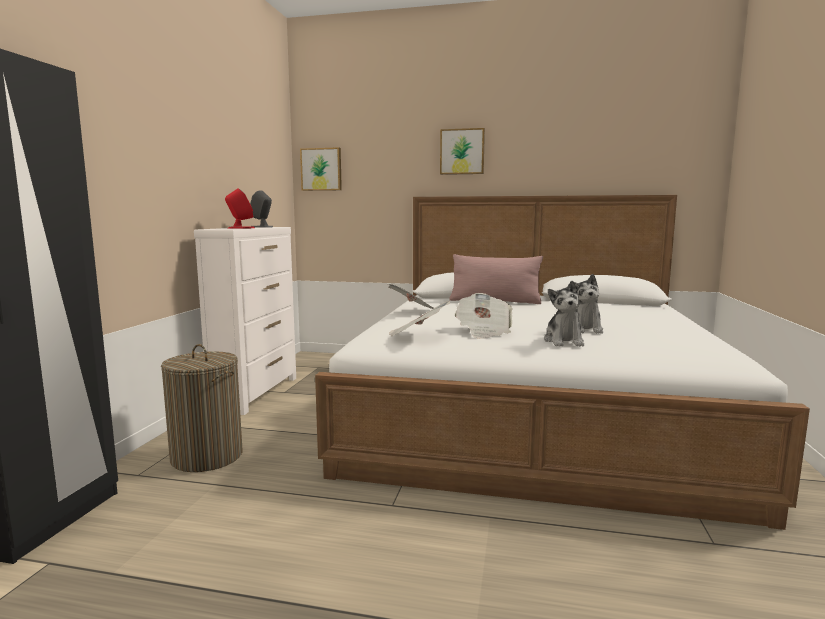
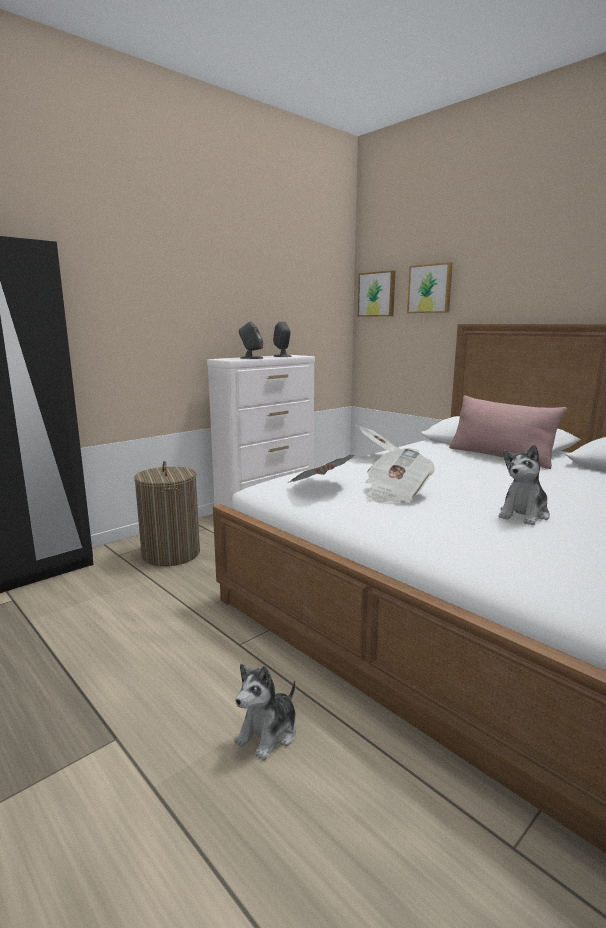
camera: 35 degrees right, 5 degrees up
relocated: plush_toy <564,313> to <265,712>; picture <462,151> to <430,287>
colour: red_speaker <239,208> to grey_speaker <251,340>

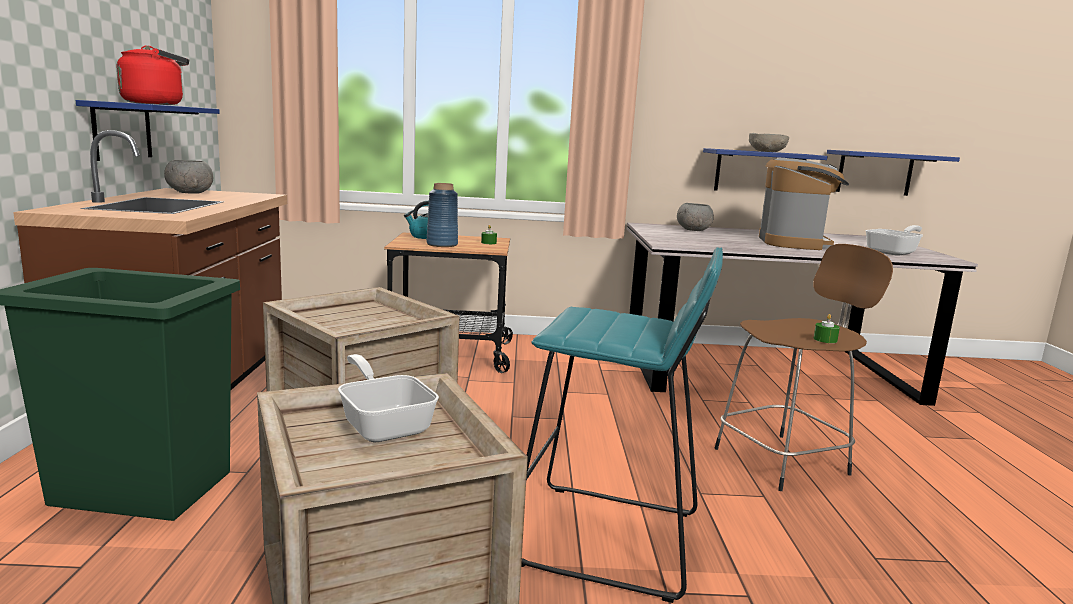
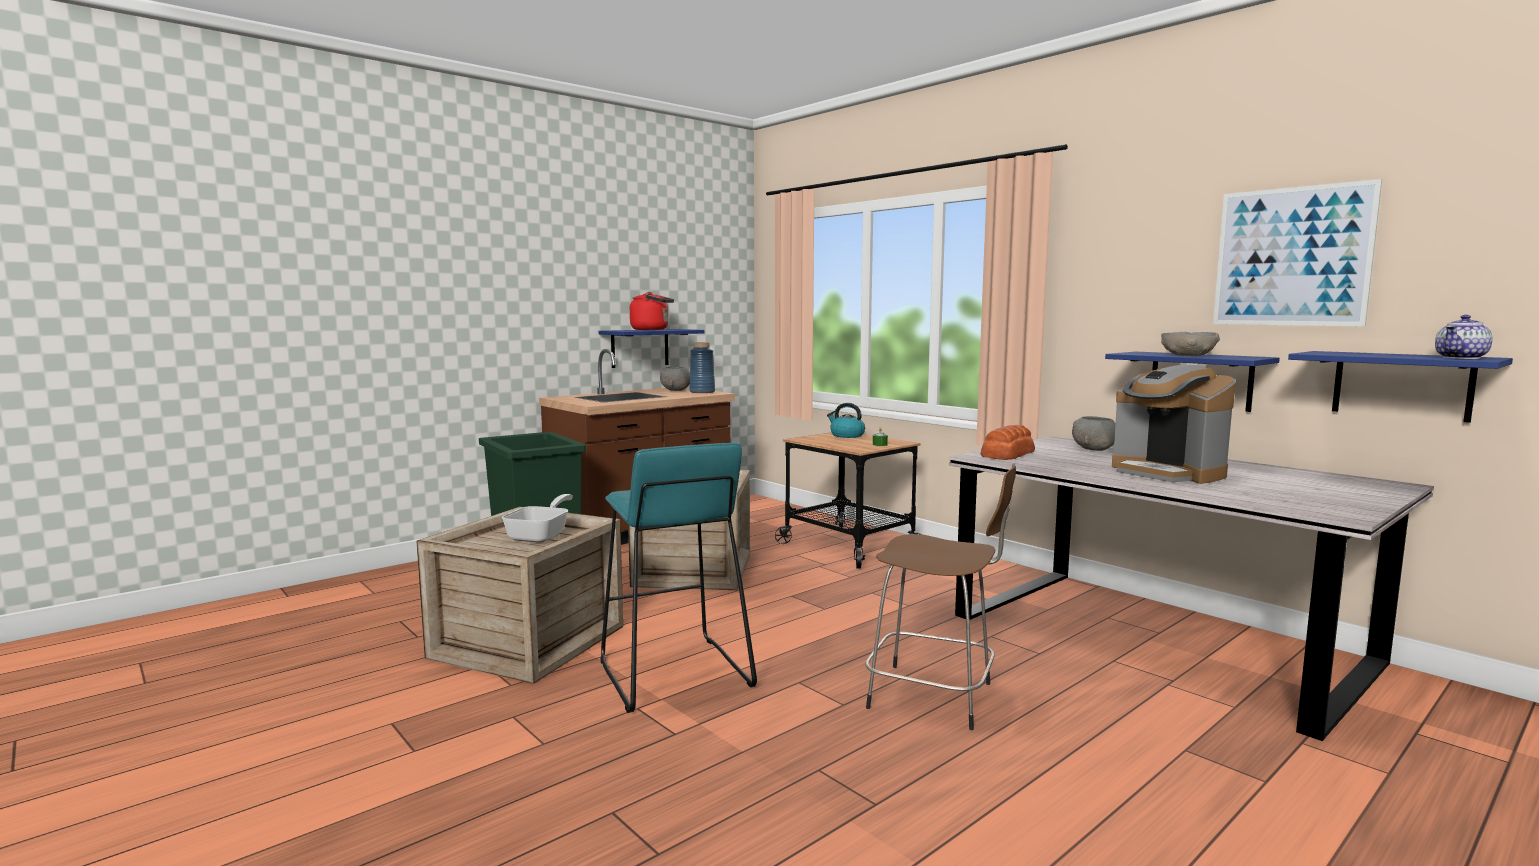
camera: 50 degrees right, 5 degrees down
missing: green_candle <827,328>; frying_pan <894,240>
appeared: bread <1008,442>; picture <1297,253>; teapot <1464,337>
relocated: blue_vase <442,215> to <702,367>
spun: coffee_machine <804,204> = <1174,424> 90 degrees clockwise

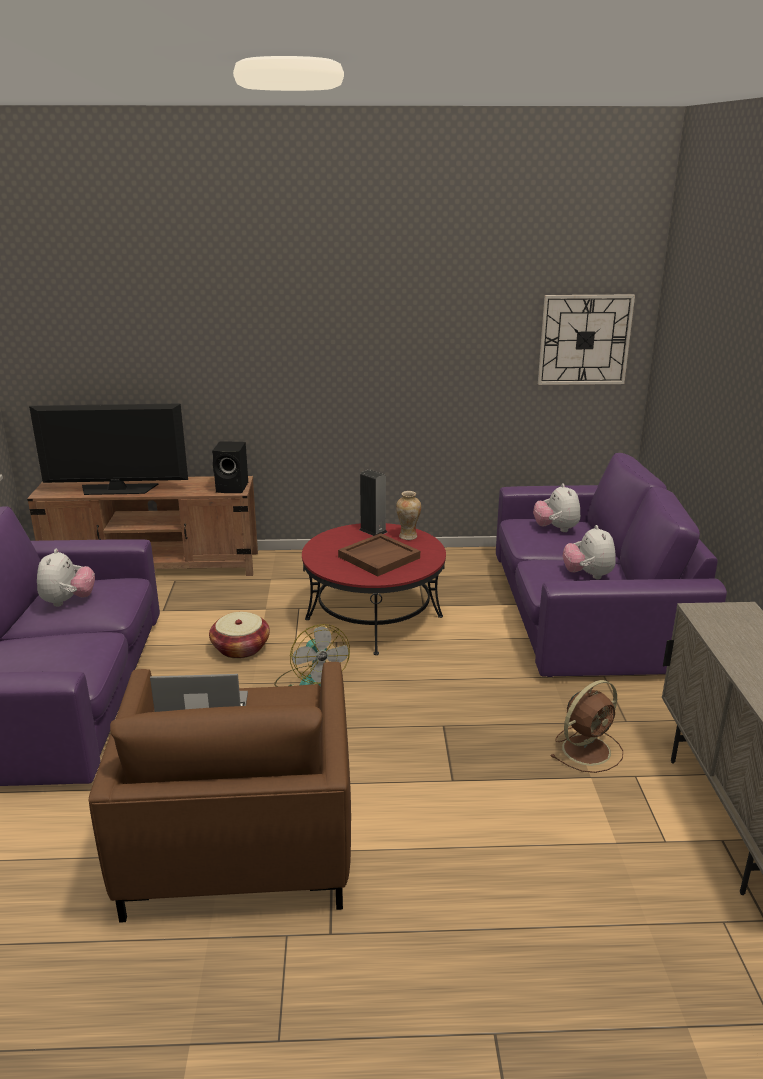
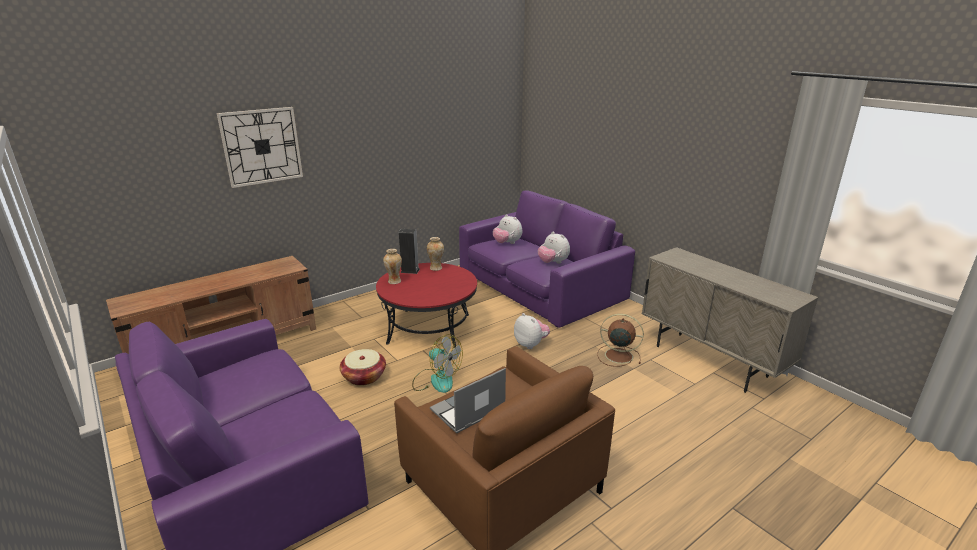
camera: 35 degrees left, 0 degrees up
missing: television <108,449>; black_speaker <230,467>; brown_tray <379,554>
appeared: vase <392,266>
relocated: wall_clock <586,340> to <260,147>; plush_toy <66,578> to <532,331>
spun: brown_fan <587,726> = <620,340> 90 degrees counterclockwise

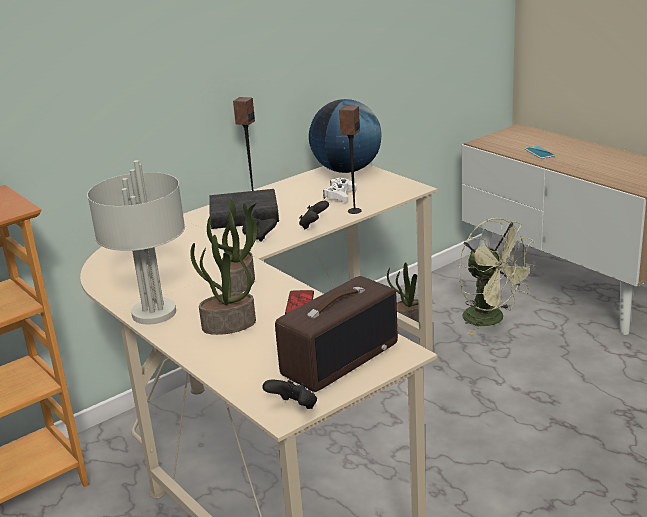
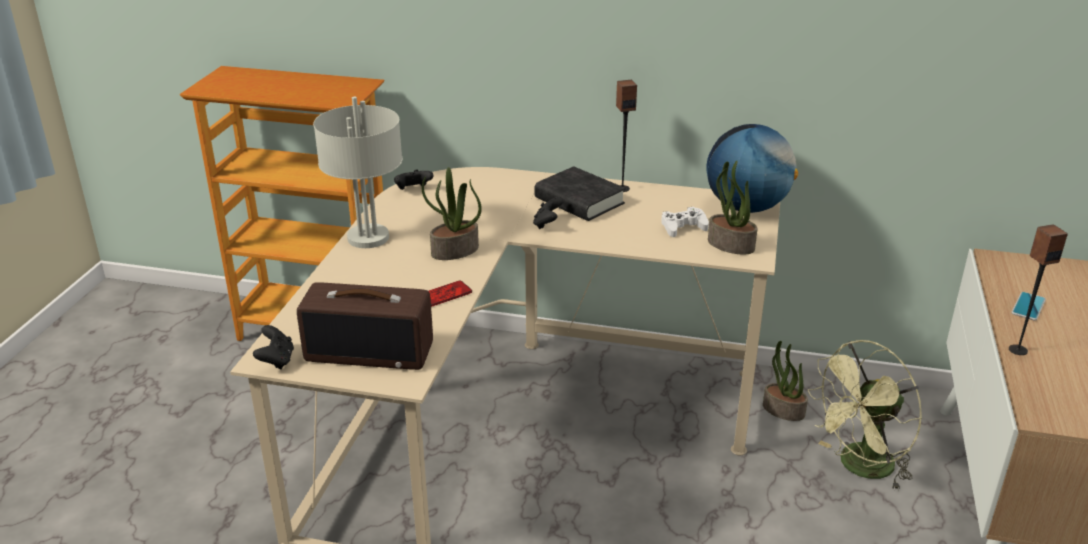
camera: 50 degrees right, 5 degrees up
relocated: black_game_controller <314,215> to <414,180>; potted_plant <223,285> to <733,208>; speaker <350,159> to <1038,289>
spun: green_fan <497,276> = <865,415> 45 degrees clockwise

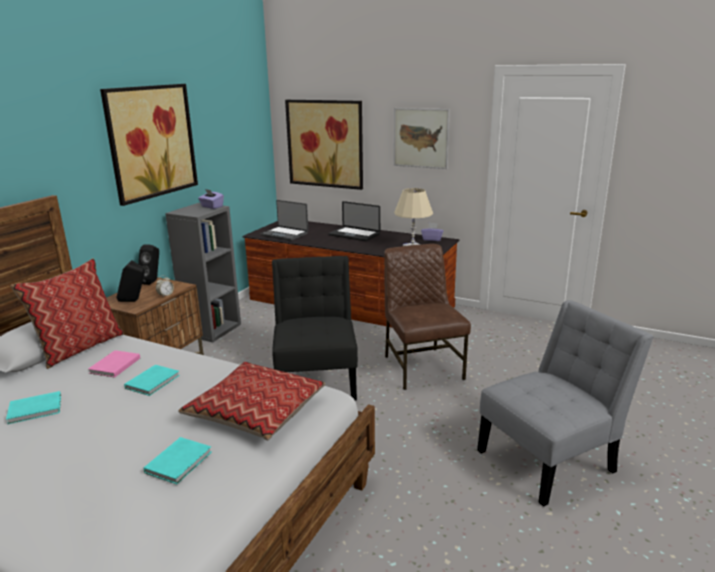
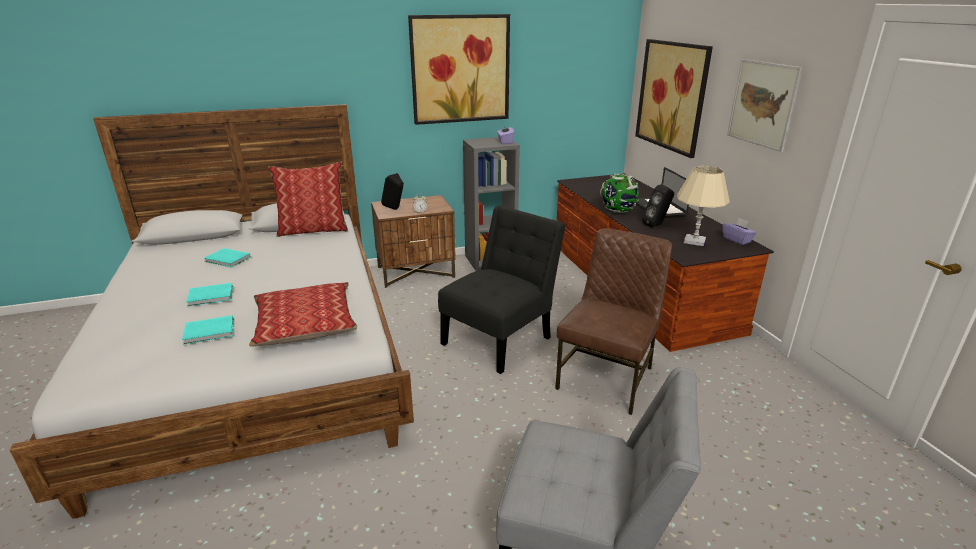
camera: 45 degrees right, 5 degrees up
missing: pink_book <114,364>; laptop <284,220>
appeared: globe <619,193>
relocated: turquoise_book <152,380> to <209,295>; black_speaker <148,264> to <658,205>

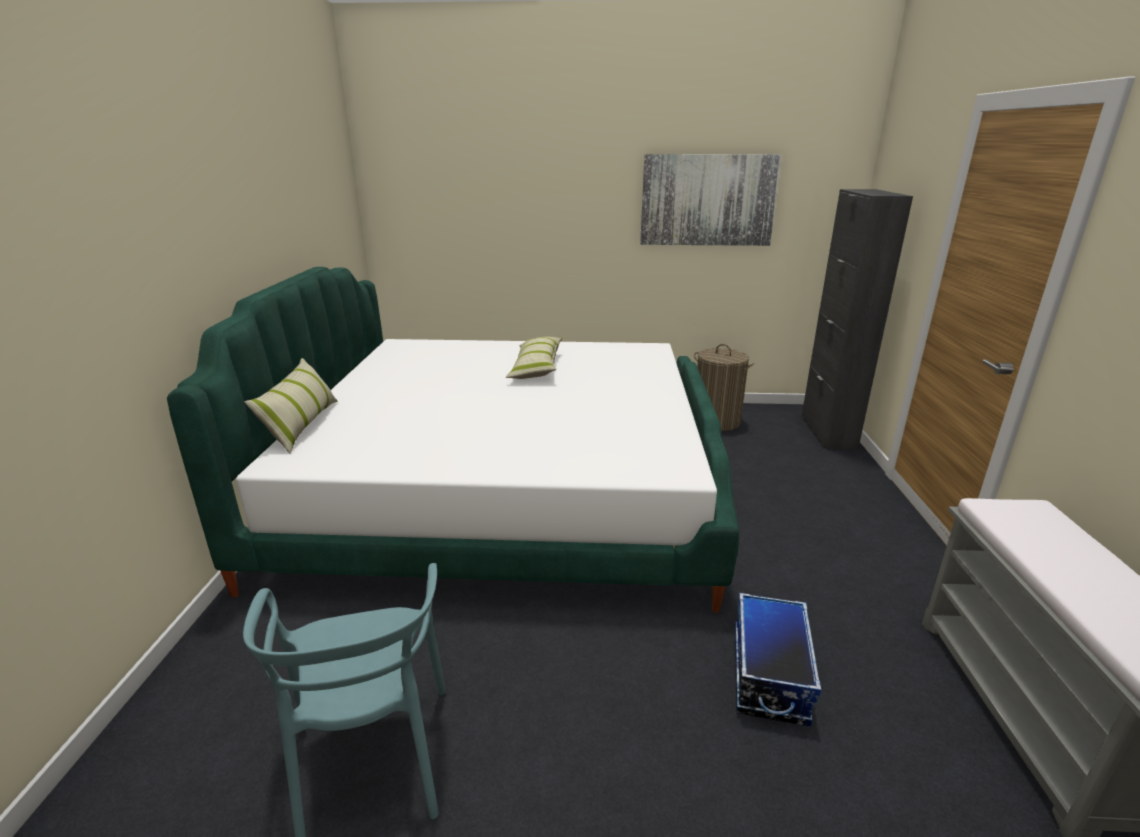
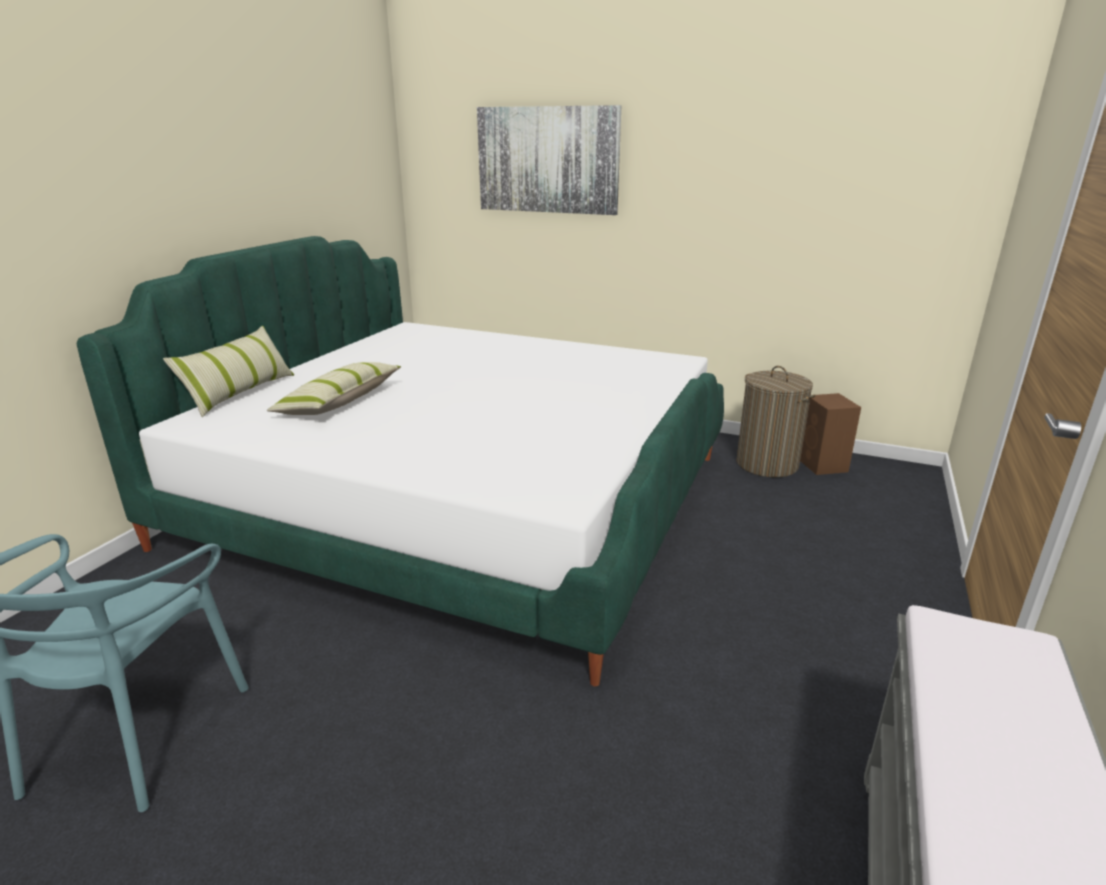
camera: 20 degrees right, 0 degrees up
missing: storage_box <778,660>; black_cabinet <857,319>
appeared: brown_speaker <830,434>
relocated: pillow <534,358> to <334,388>; picture <711,200> to <549,160>

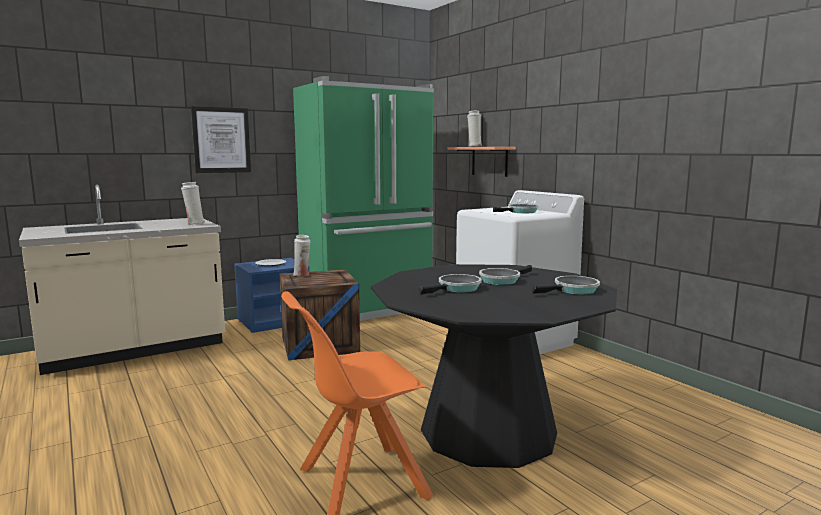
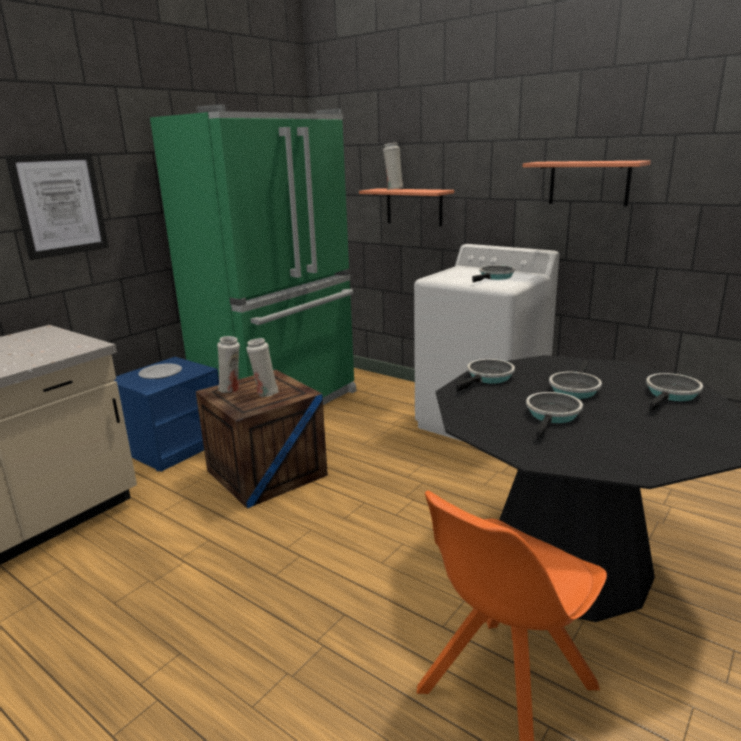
camera: 20 degrees left, 10 degrees up
appeared: frying_pan <485,375>; shelf <587,183>
relocated: white_vase <193,203> to <262,367>

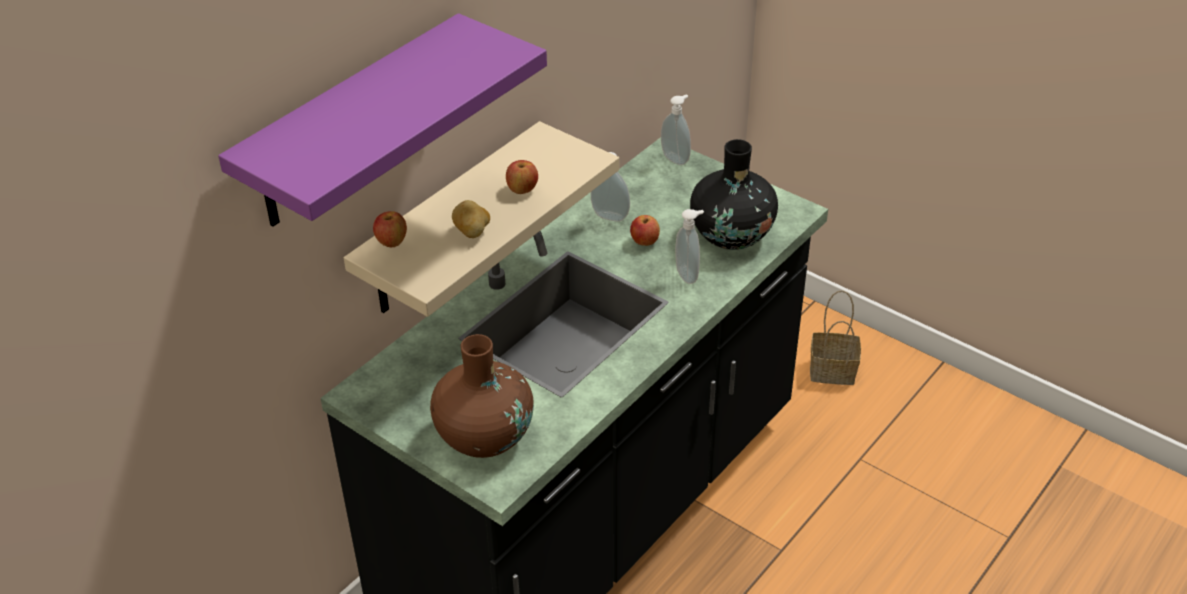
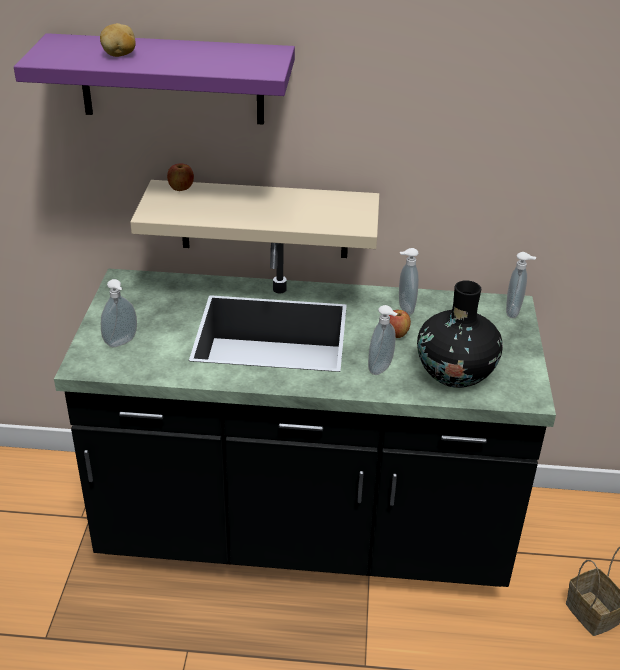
camera: 55 degrees right, 5 degrees down
missing: apple <522,177>
relocated: potato <471,219> to <118,40>
exchanged: brown_vase <482,396> to soap_dispenser <119,313>

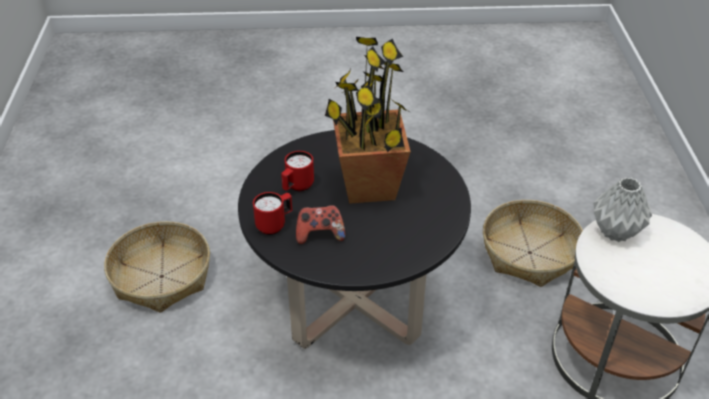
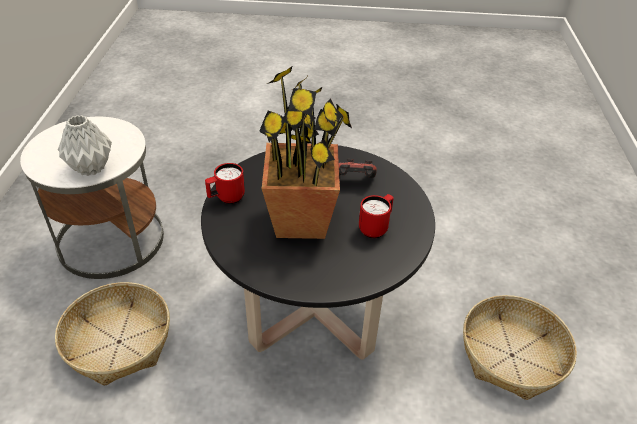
camera: 175 degrees left, 0 degrees up
relocated: red_mug <272,213> to <225,183>

